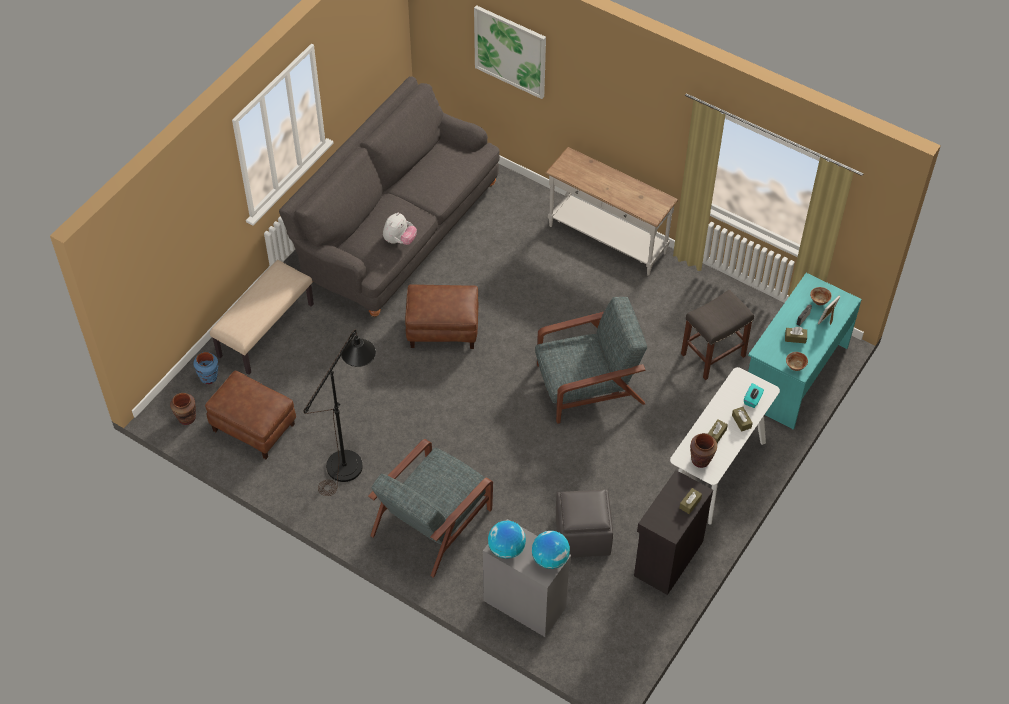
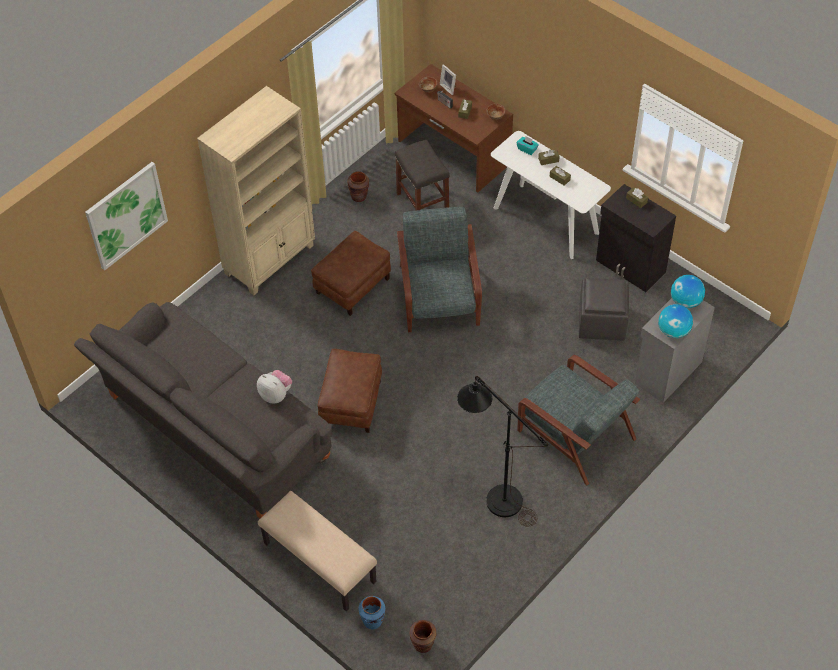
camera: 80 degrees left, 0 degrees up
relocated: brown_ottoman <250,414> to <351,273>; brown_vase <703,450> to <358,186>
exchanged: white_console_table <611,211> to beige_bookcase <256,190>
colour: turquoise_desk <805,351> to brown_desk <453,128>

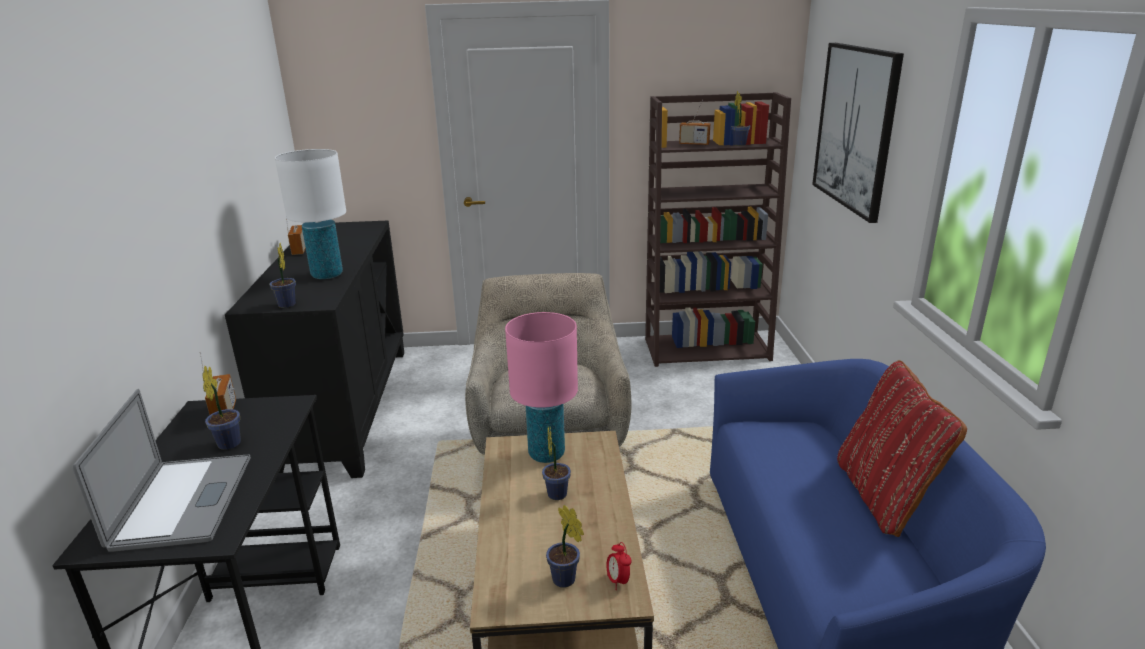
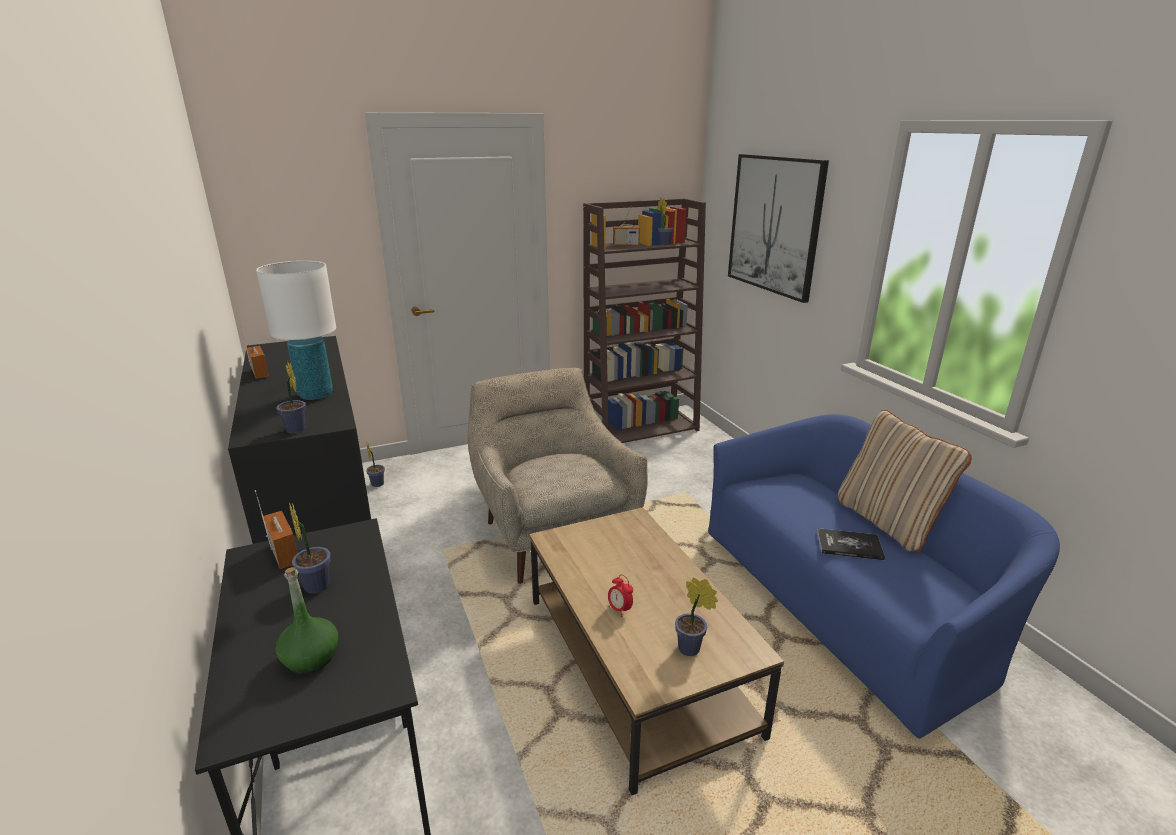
camera: 20 degrees left, 0 degrees up
missing: pink_table_lamp <541,387>
appeared: book <851,544>
relocated: potted_plant <556,463> to <375,463>; alarm_clock <618,566> to <620,596>
exchanged: laptop <162,470> to green_bottle <307,620>
colour: red_pillow <902,448> to beige_pillow <905,481>

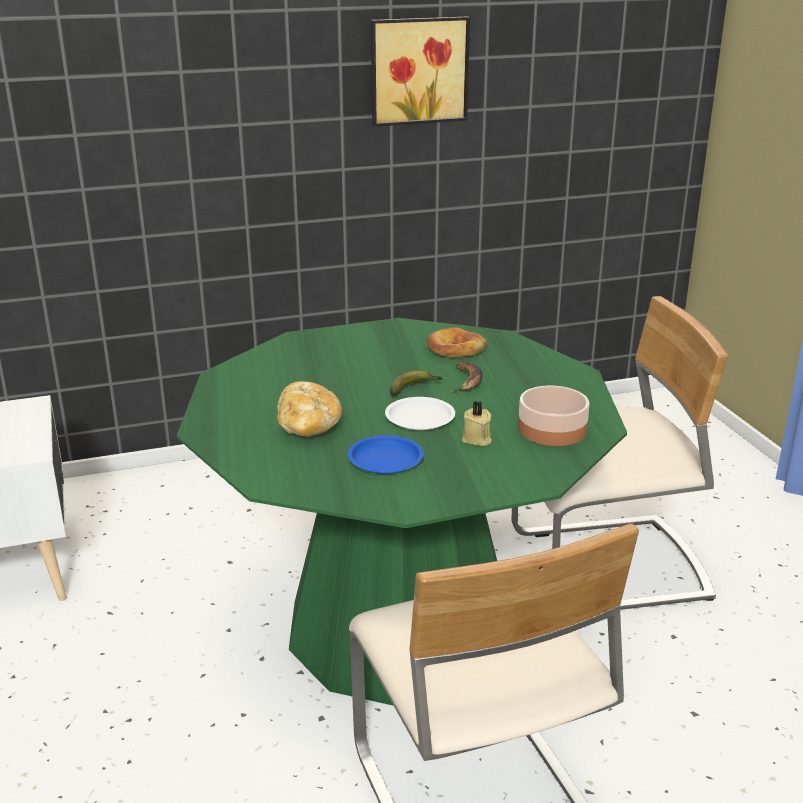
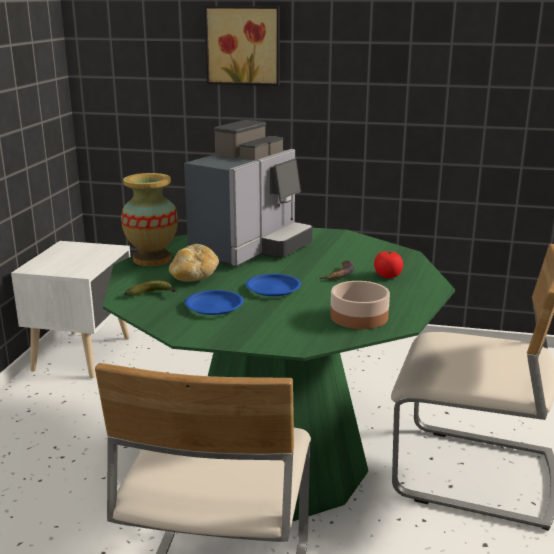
camera: 30 degrees right, 5 degrees down
missing: bread <456,343>; beige_candle <477,423>
appeared: vase <149,219>; coffee_machine <248,193>; tomato <388,264>
relocated: banana <416,383> to <150,288>; picture <420,72> to <241,46>
colour: white_plate <420,413> to blue_plate <273,285>

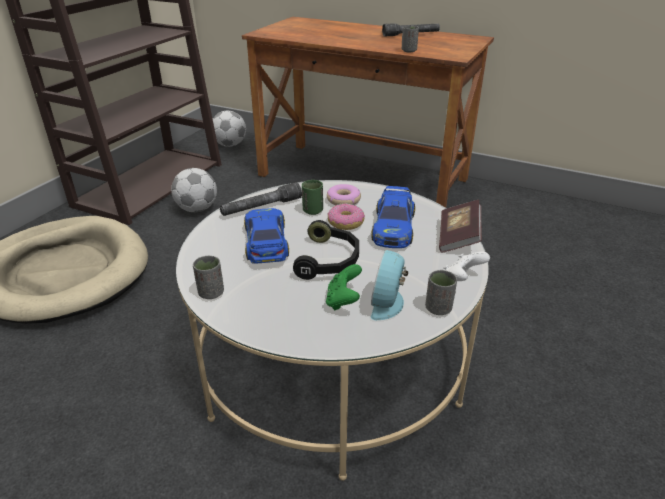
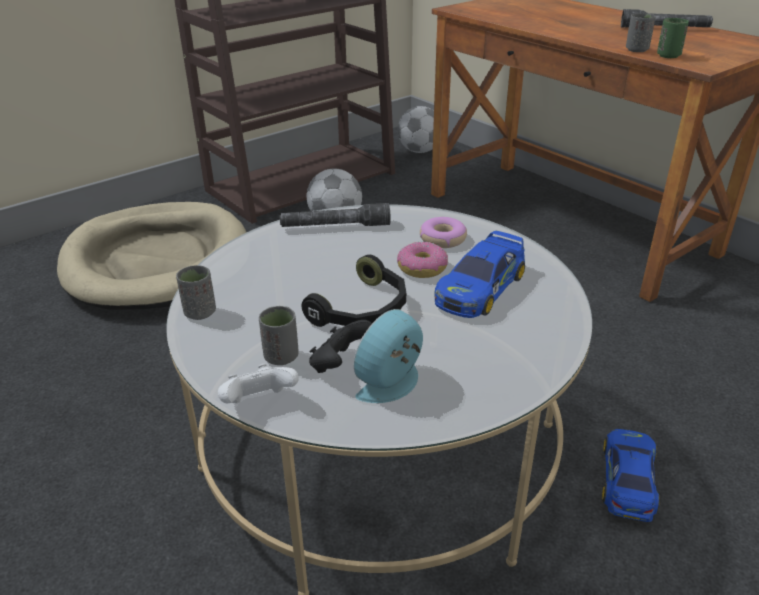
camera: 25 degrees right, 0 degrees up
missing: book <460,226>
relocated: white_game_controller <466,266> to <258,383>; grey_cup <441,292> to <278,335>; toy_car <266,236> to <631,475>; green_cup <312,197> to <673,38>
colour: green_game_controller <344,287> to black_game_controller <340,346>

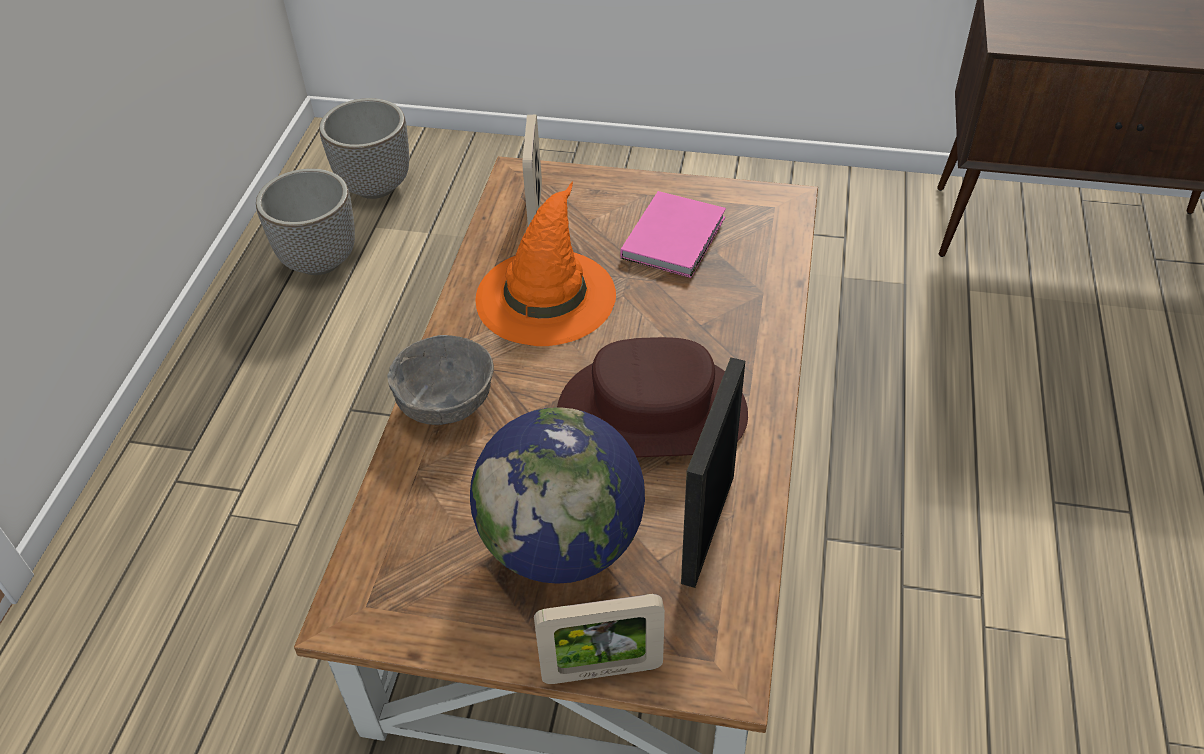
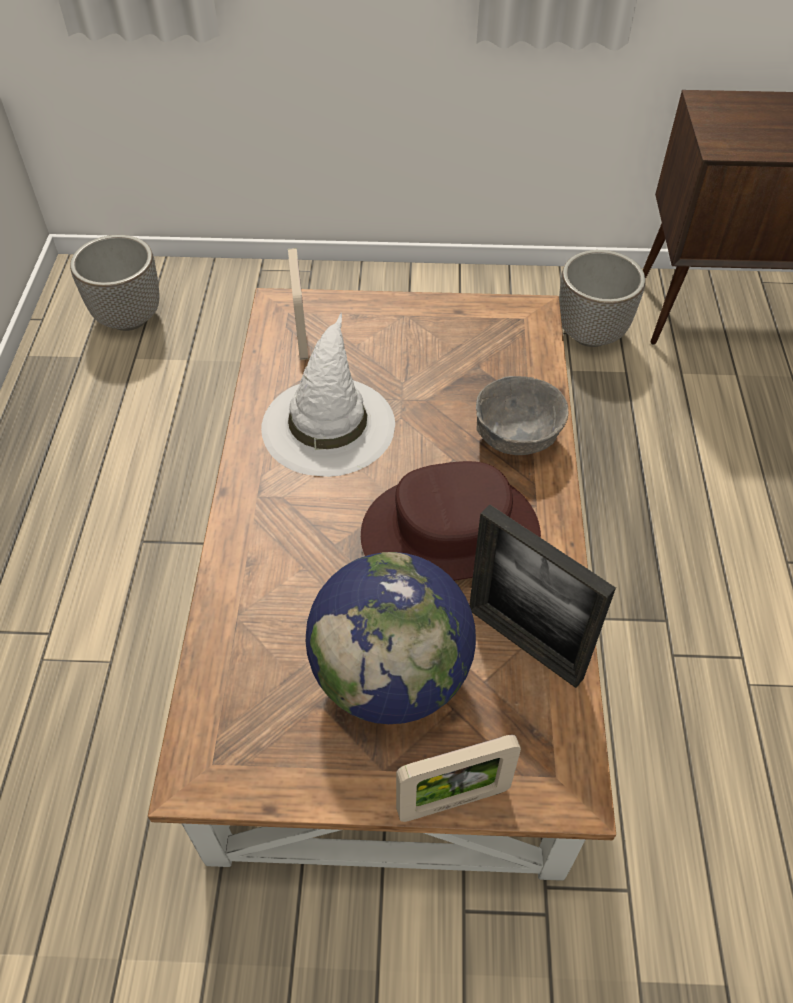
camera: 10 degrees left, 5 degrees up
missing: pink_book <673,234>
relocated: grey_bowl <440,380> to <522,415>; planter <305,221> to <602,298>
colour: orange_hat <546,264> to white_hat <328,395>
spun: picture_frame <713,472> = <542,596> 60 degrees counterclockwise

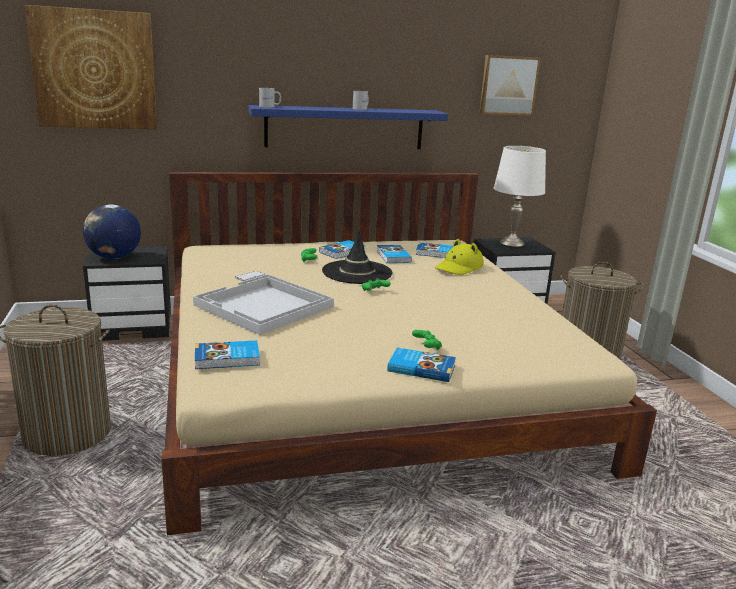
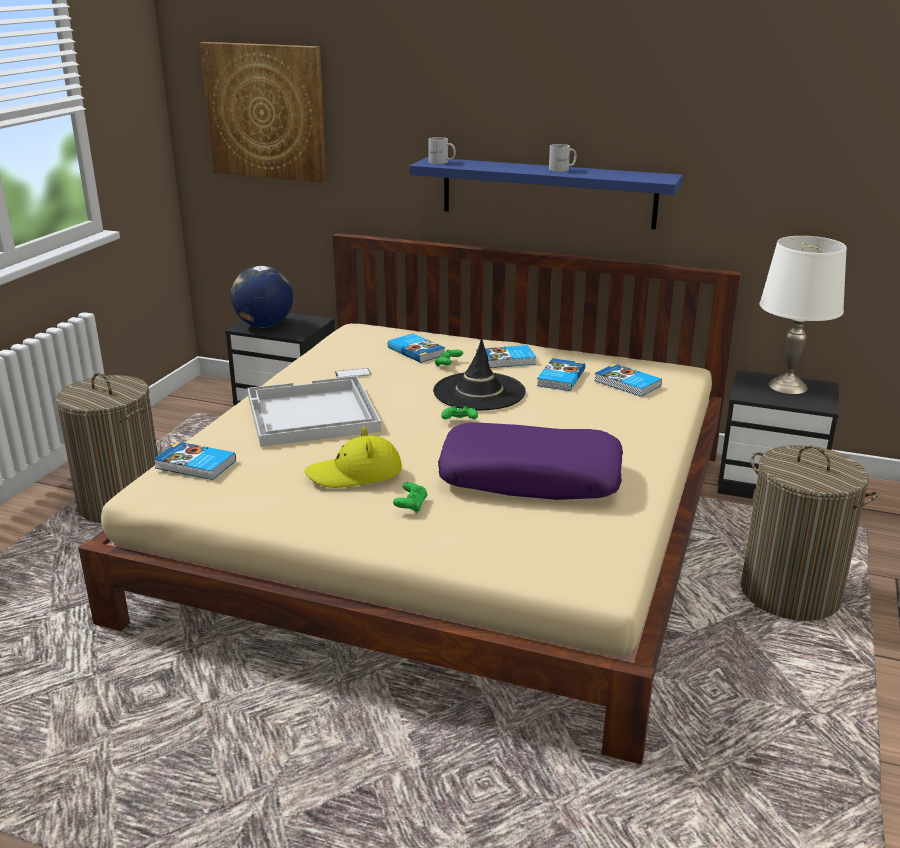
camera: 35 degrees right, 5 degrees up
missing: picture <510,85>
appeared: purple_pillow <530,461>
relocated: yellow_hat <459,257> to <353,457>; book <421,364> to <416,348>

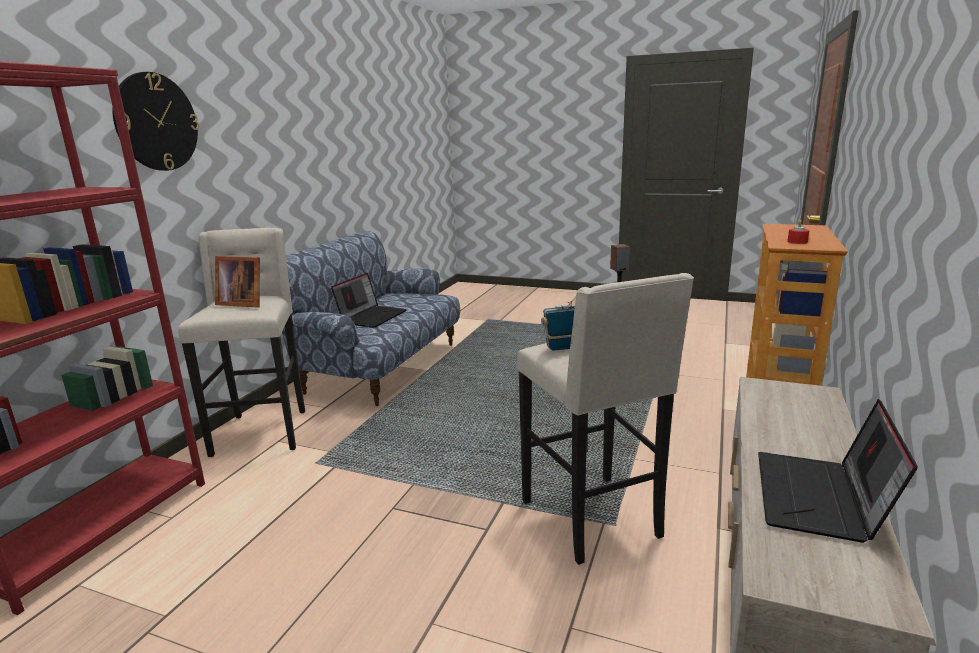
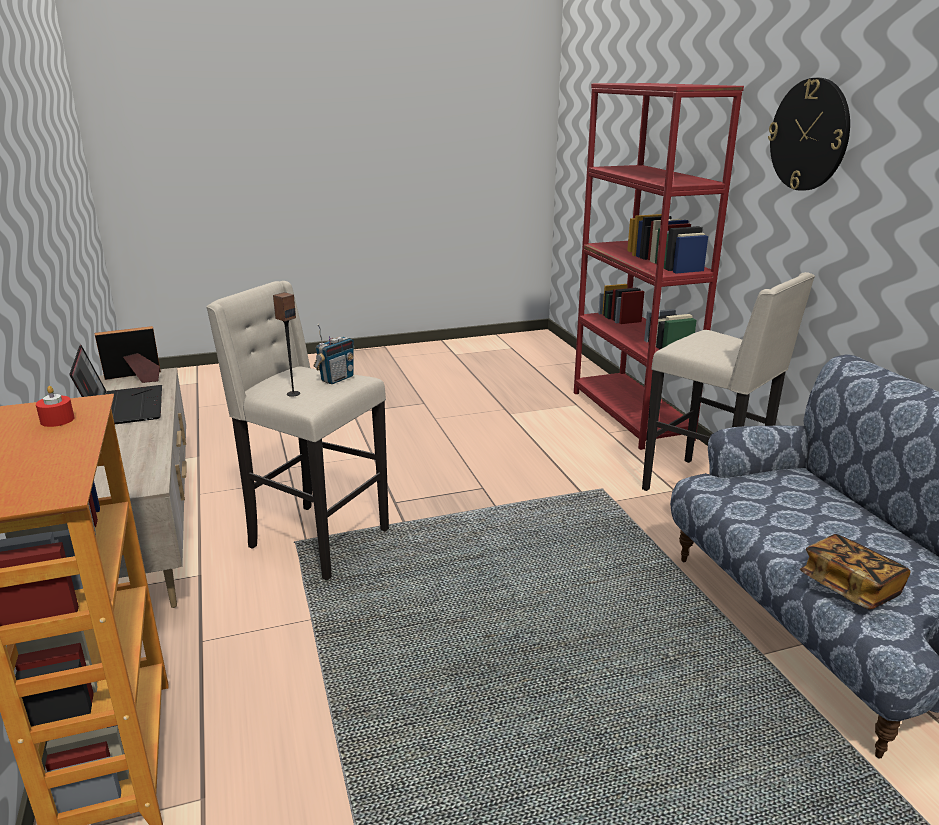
camera: 140 degrees right, 5 degrees up
missing: laptop <369,300>
appeared: book <855,572>
relocated: picture_frame <237,281> to <128,354>

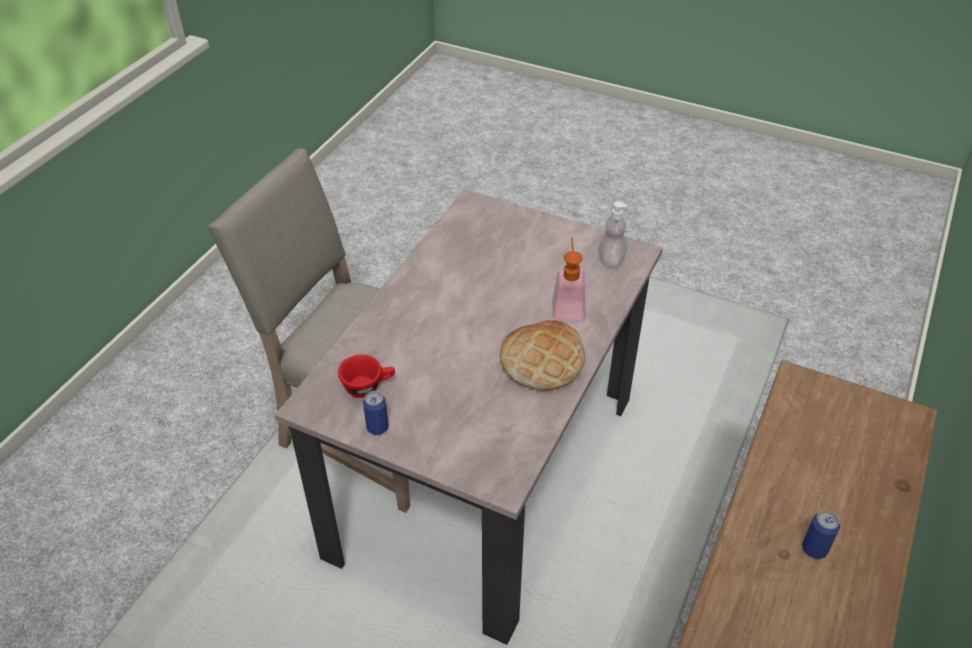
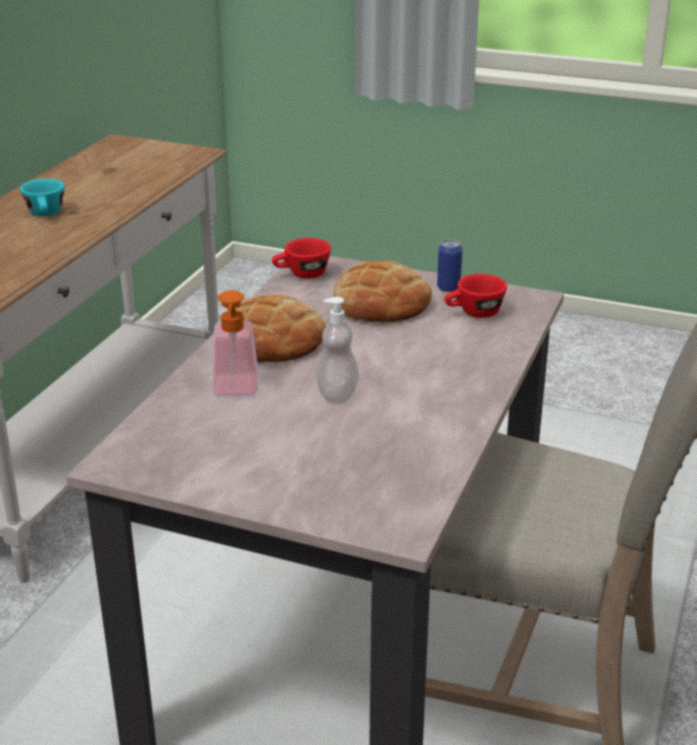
camera: 175 degrees right, 15 degrees down
appeared: red_cup <301,258>; bread <382,291>
relocated: soap_dispenser <613,235> to <337,350>
exchanged: can <821,534> to turquoise_cup <42,197>

